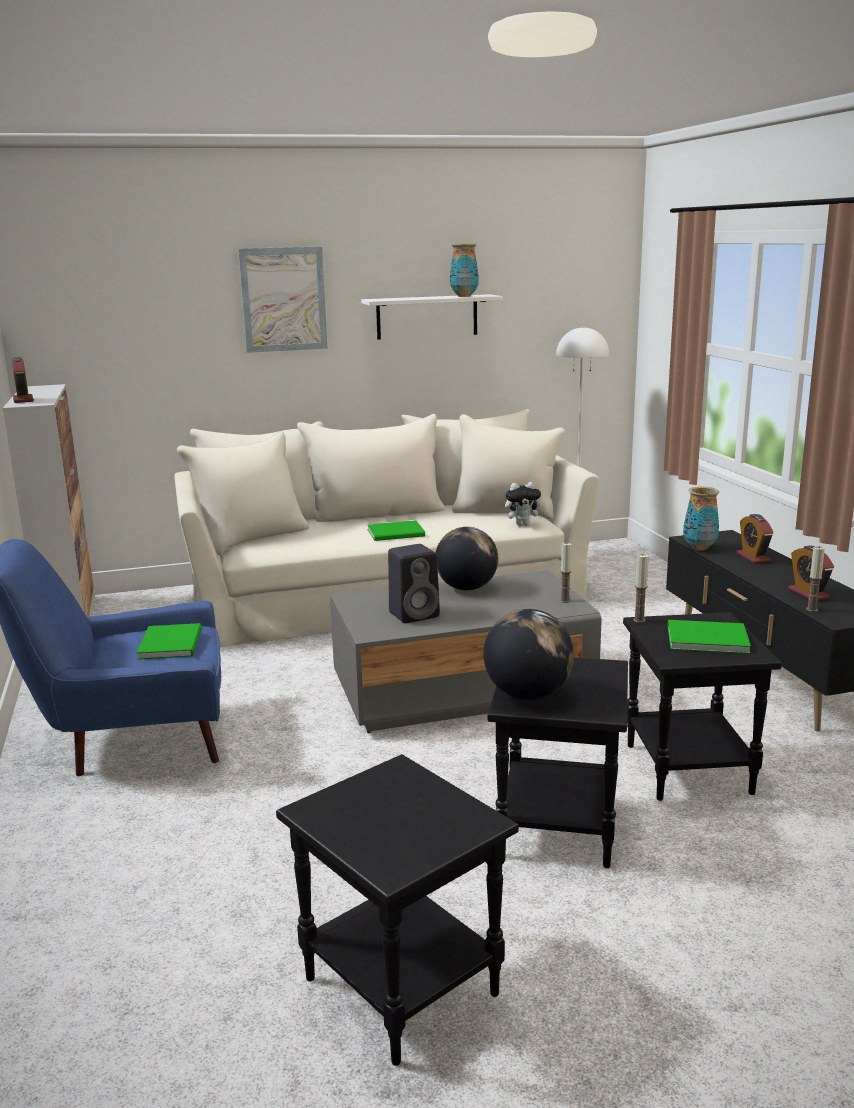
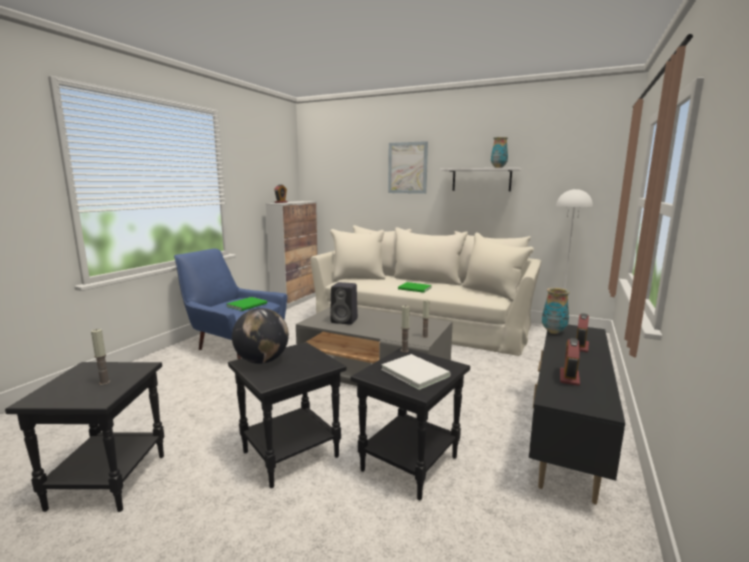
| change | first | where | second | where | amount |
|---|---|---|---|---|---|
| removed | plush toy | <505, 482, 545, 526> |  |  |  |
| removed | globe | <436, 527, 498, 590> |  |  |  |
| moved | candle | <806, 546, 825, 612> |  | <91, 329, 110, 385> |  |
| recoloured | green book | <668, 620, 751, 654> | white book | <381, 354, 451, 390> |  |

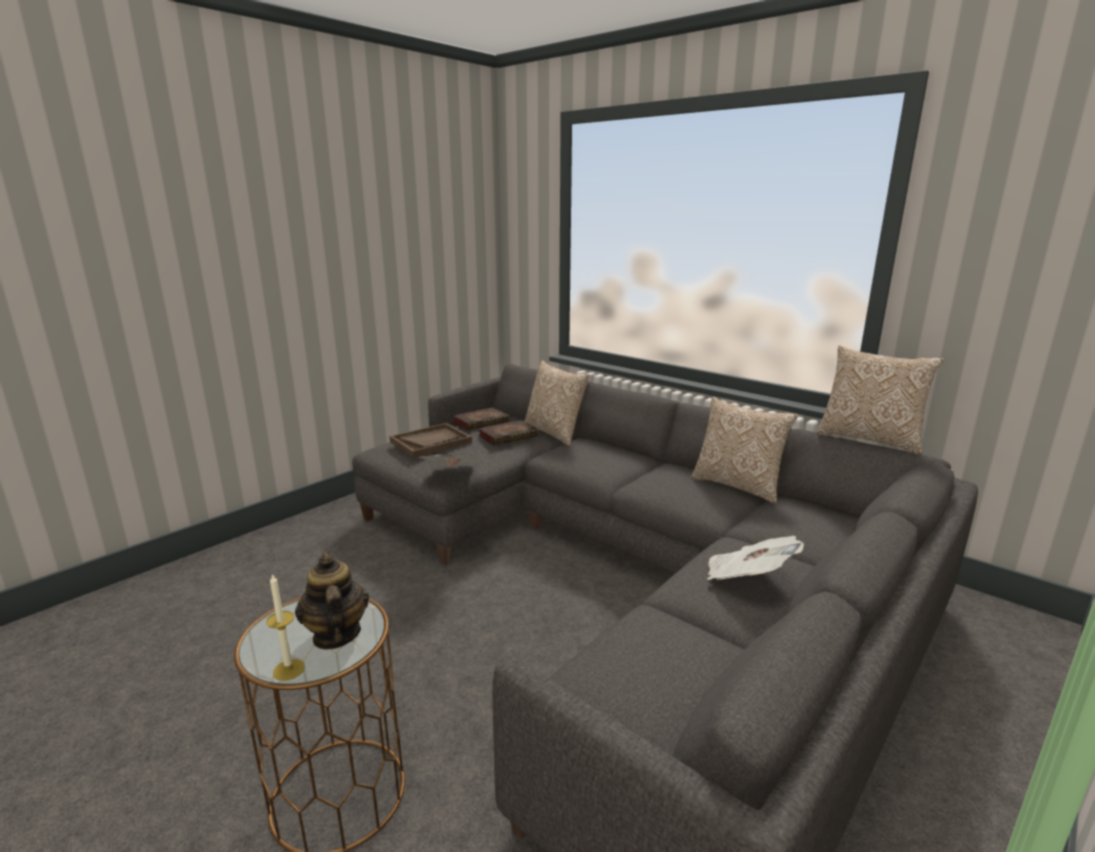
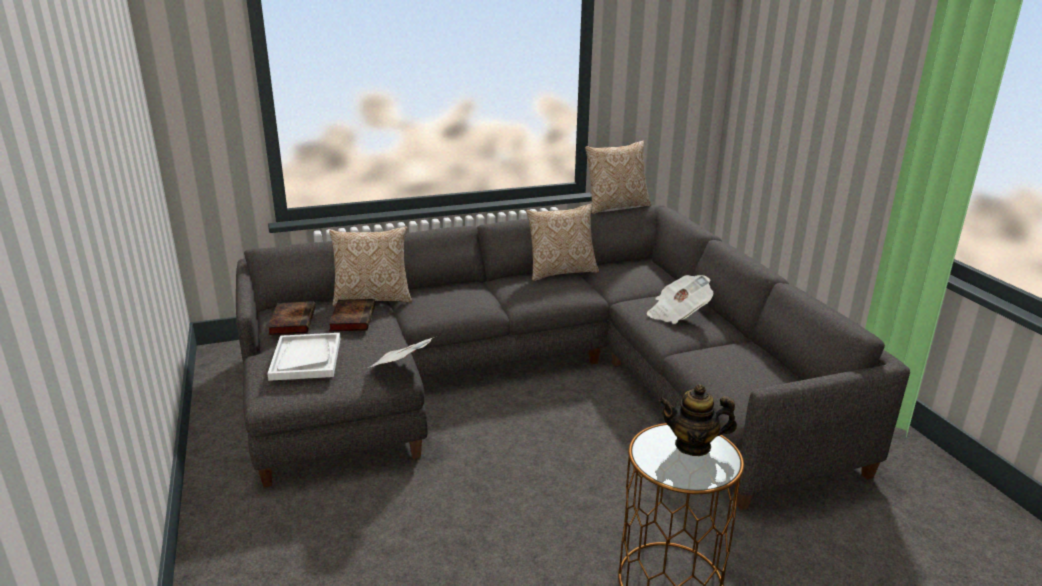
| change | first | where | second | where | amount |
|---|---|---|---|---|---|
| recoloured | brown tray | <390, 423, 472, 458> | white tray | <267, 333, 340, 381> |  |
| removed | candle | <266, 573, 305, 681> |  |  |  |

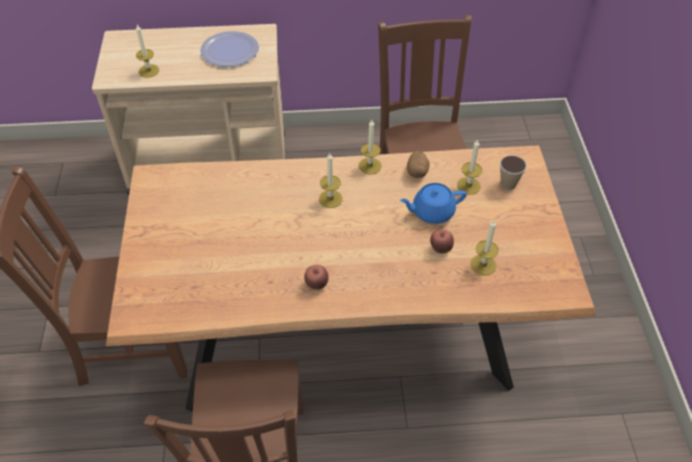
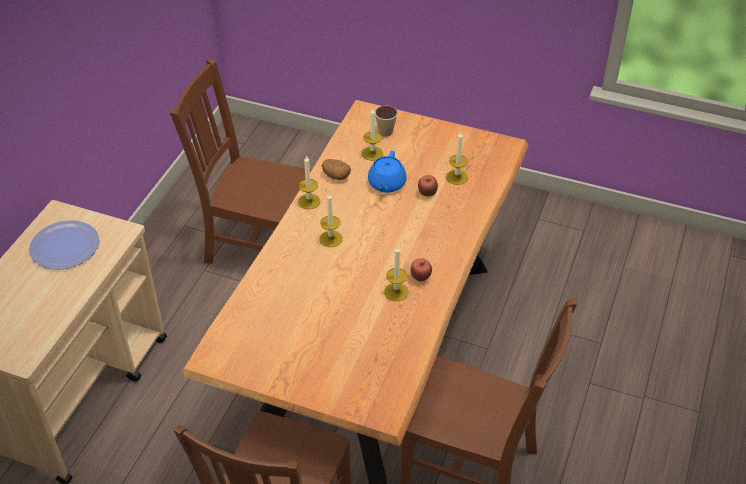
| change | first | where | second | where | amount |
|---|---|---|---|---|---|
| moved | candle | <136, 25, 159, 78> |  | <384, 246, 409, 301> |  |

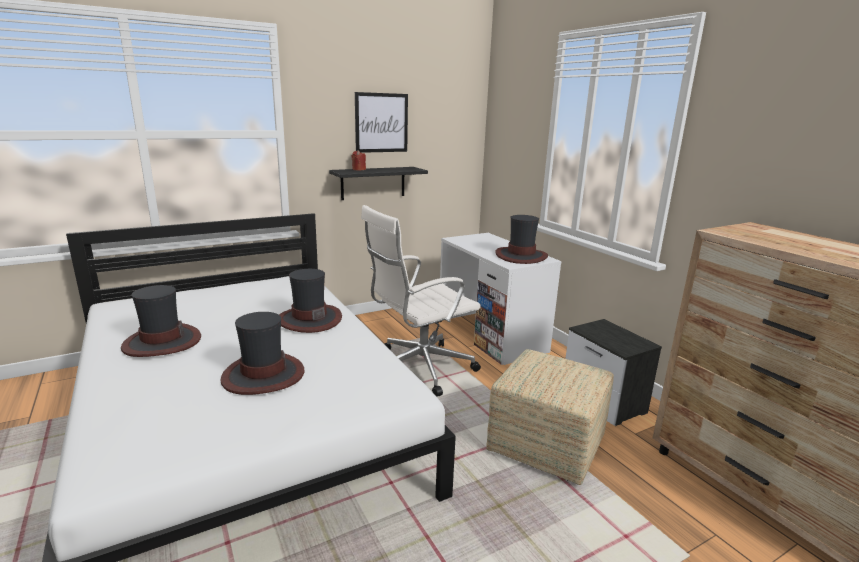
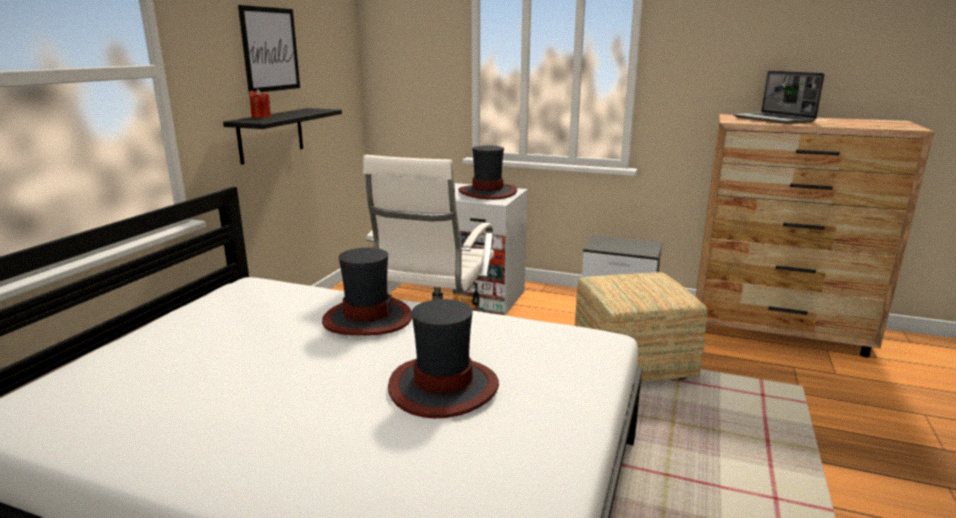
| change | first | where | second | where | amount |
|---|---|---|---|---|---|
| removed | hat | <121, 285, 201, 357> |  |  |  |
| added |  |  | laptop | <733, 71, 825, 124> |  |

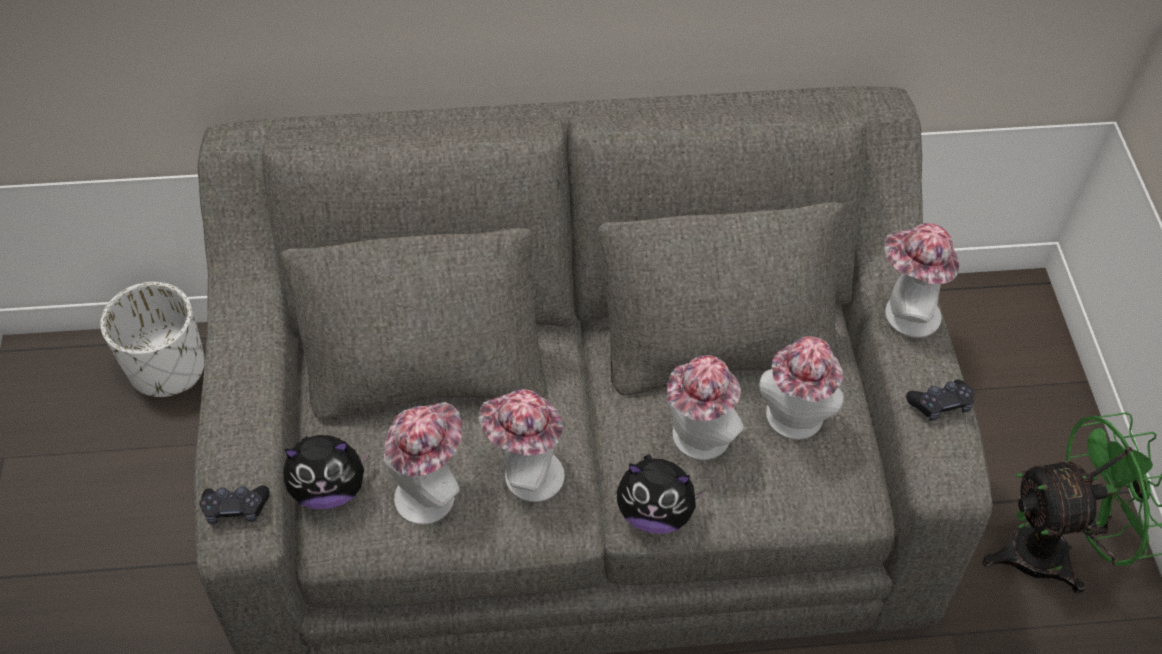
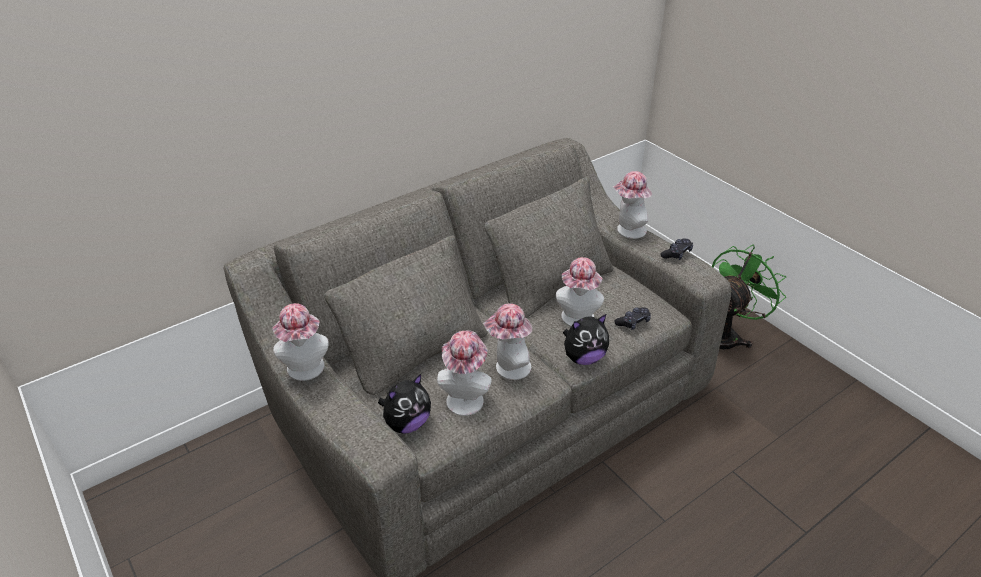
| change | first | where | second | where | amount |
|---|---|---|---|---|---|
| removed | white planter | <100, 282, 205, 397> |  |  |  |
| moved | hat | <759, 336, 844, 440> |  | <273, 303, 329, 381> |  |
| moved | black game controller | <199, 485, 270, 524> |  | <614, 307, 651, 330> |  |

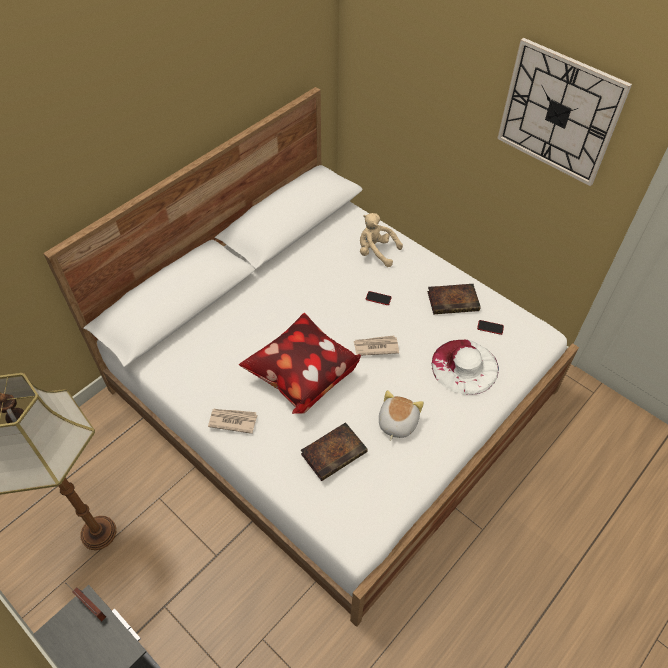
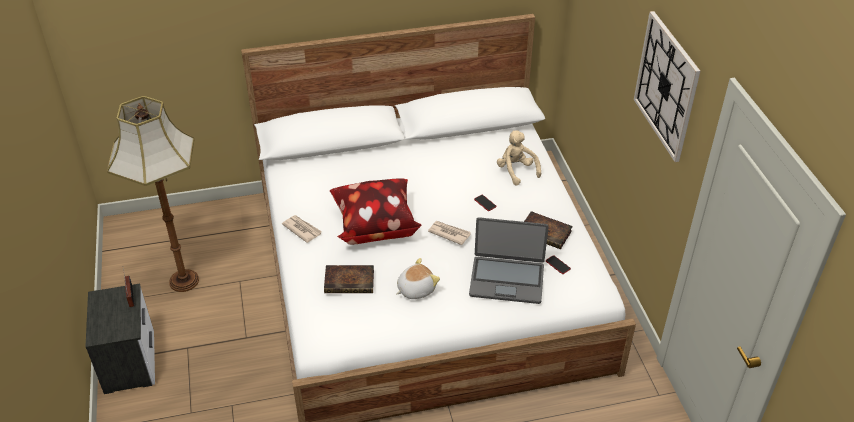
| change | first | where | second | where | amount |
|---|---|---|---|---|---|
| replaced | white hat | <432, 340, 499, 395> | laptop | <469, 217, 549, 304> |  |

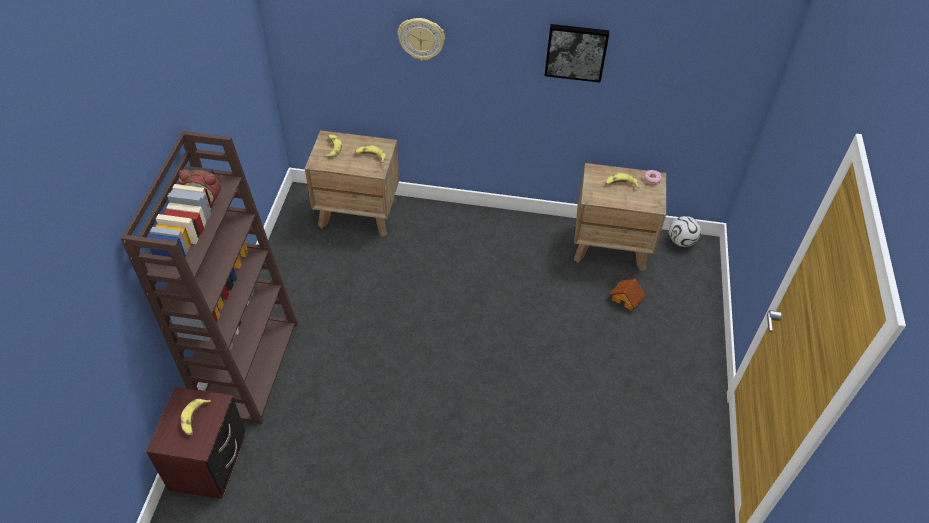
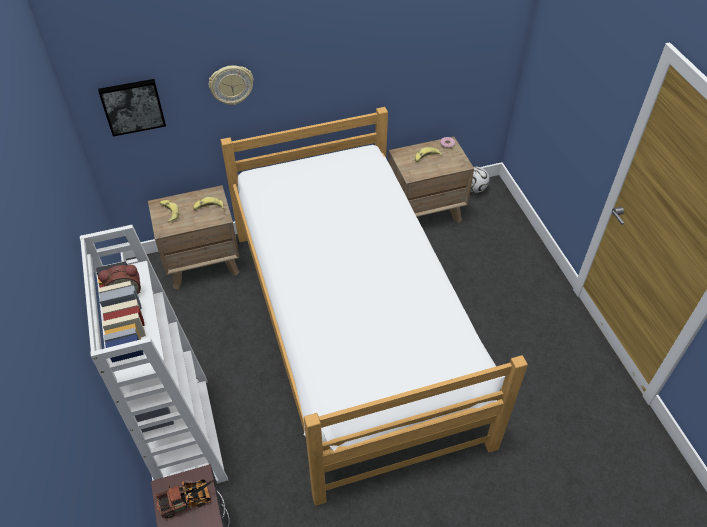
| change | first | where | second | where | amount |
|---|---|---|---|---|---|
| moved | picture | <544, 24, 609, 83> |  | <98, 79, 166, 136> |  |
| recoloured | brown bookcase | <121, 131, 298, 424> | white bookcase | <80, 225, 228, 483> |  |
| removed | toy house | <610, 279, 646, 311> |  |  |  |
| replaced | banana | <181, 399, 211, 436> | toy truck | <156, 479, 215, 518> |  |
| added |  |  | bed | <220, 107, 528, 506> |  |

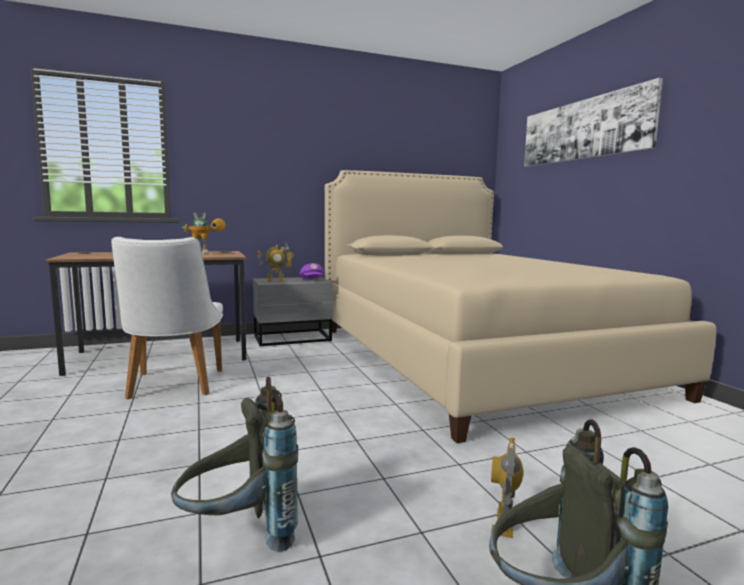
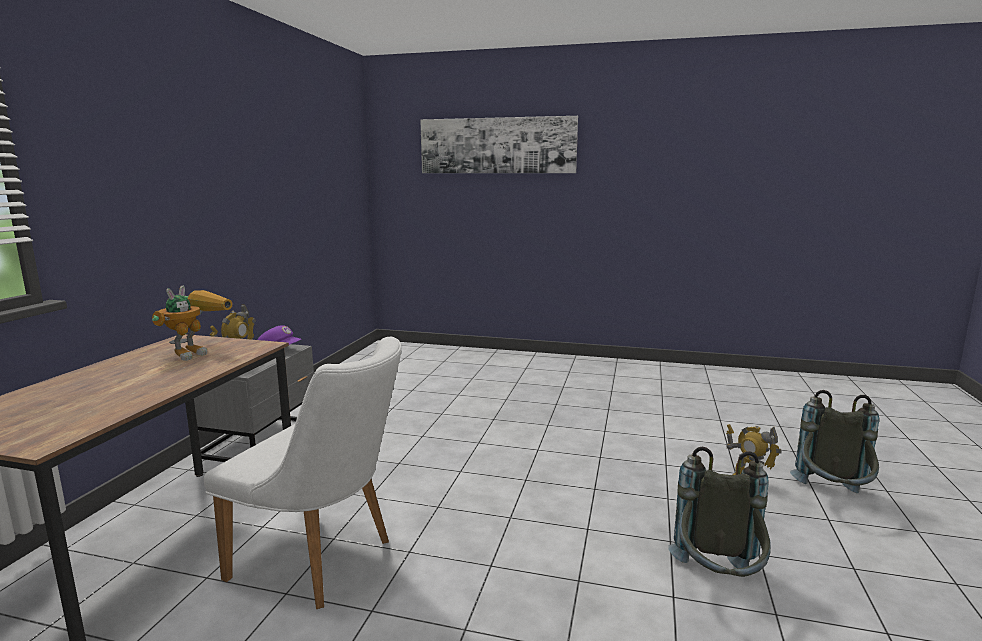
| change | first | where | second | where | amount |
|---|---|---|---|---|---|
| removed | beige bed | <325, 170, 716, 443> |  |  |  |

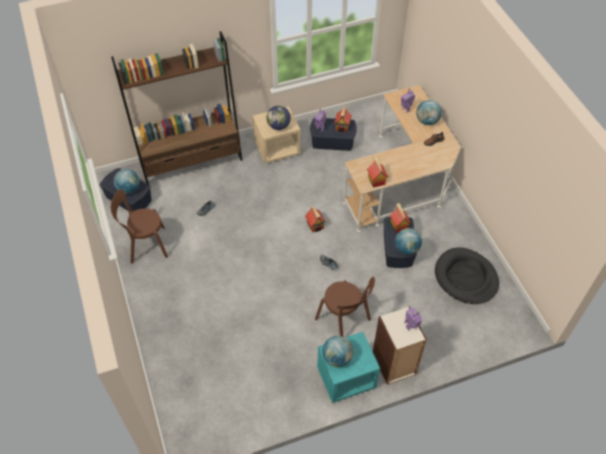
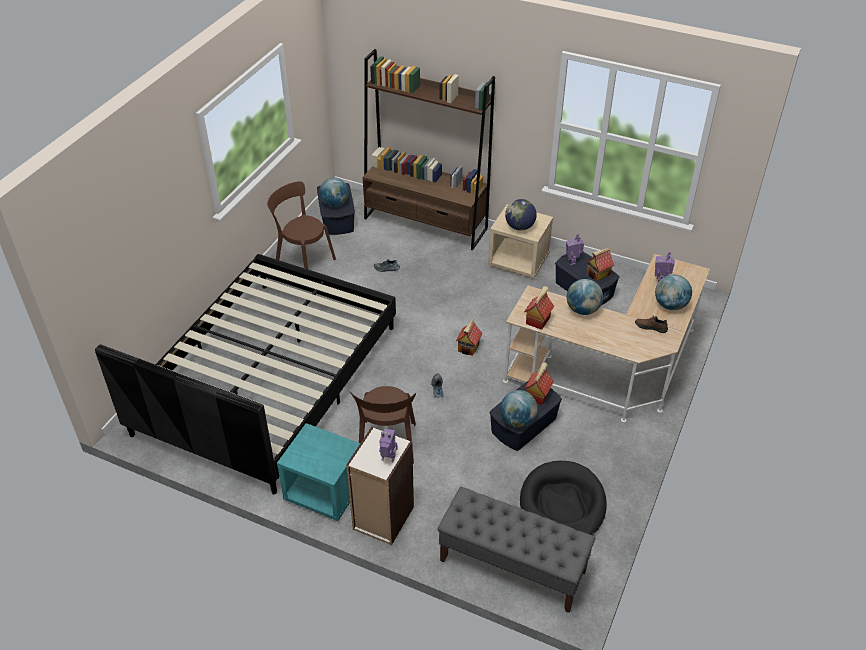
| change | first | where | second | where | amount |
|---|---|---|---|---|---|
| moved | globe | <323, 336, 353, 367> |  | <567, 279, 603, 315> |  |
| added |  |  | black bed | <95, 254, 396, 495> |  |
| added |  |  | grey bench | <438, 487, 595, 613> |  |

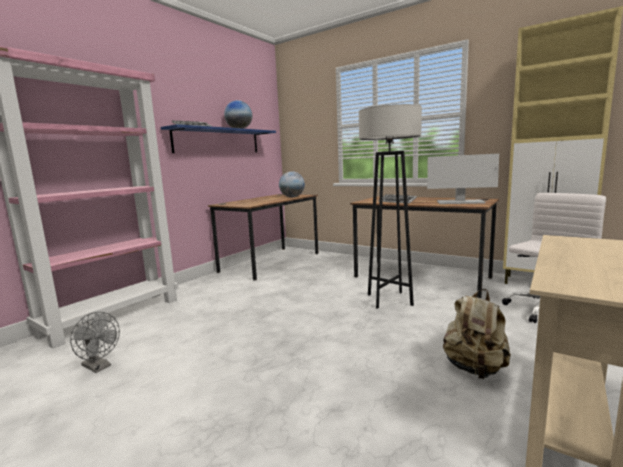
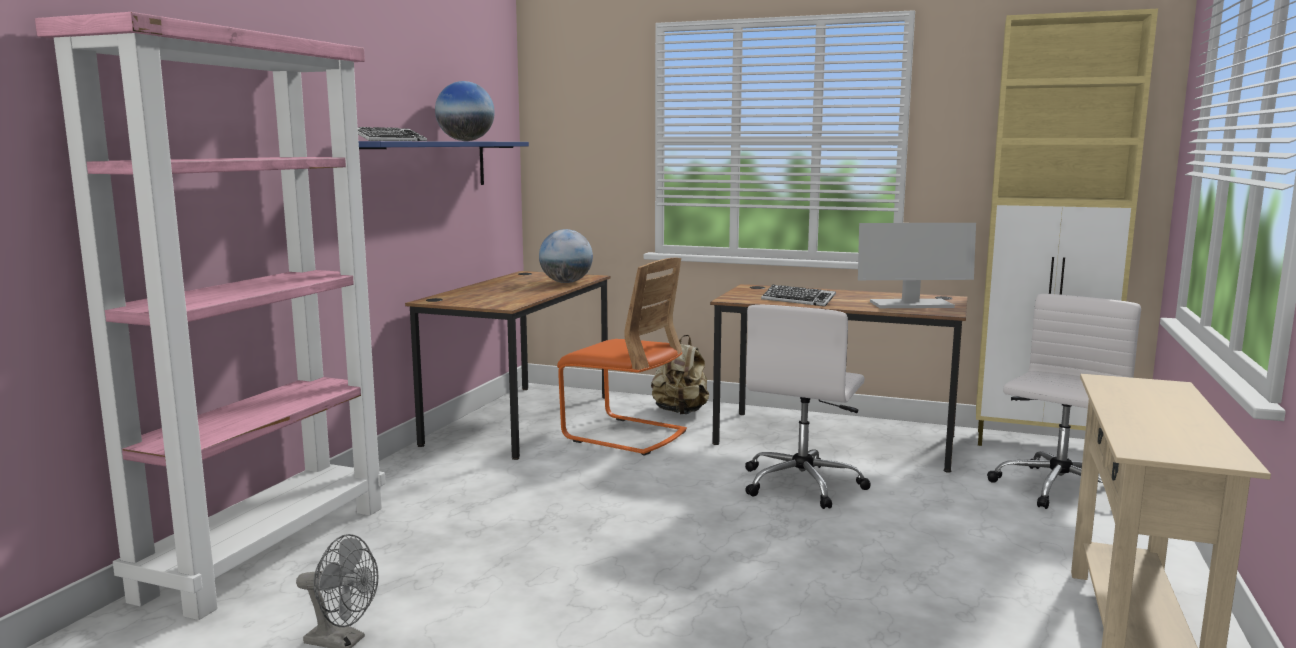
| change | first | where | second | where | amount |
|---|---|---|---|---|---|
| replaced | grey floor lamp | <359, 104, 422, 309> | white office chair | <745, 304, 871, 509> |  |
| moved | beige backpack | <443, 289, 511, 379> |  | <651, 335, 709, 414> |  |
| added |  |  | orange chair | <557, 258, 687, 456> |  |

